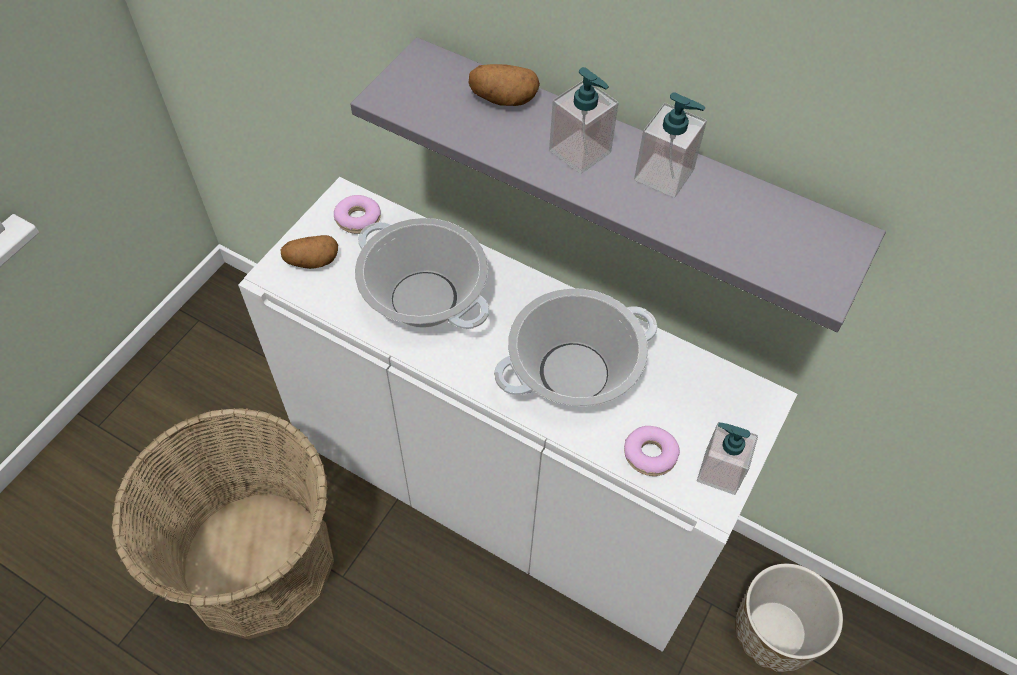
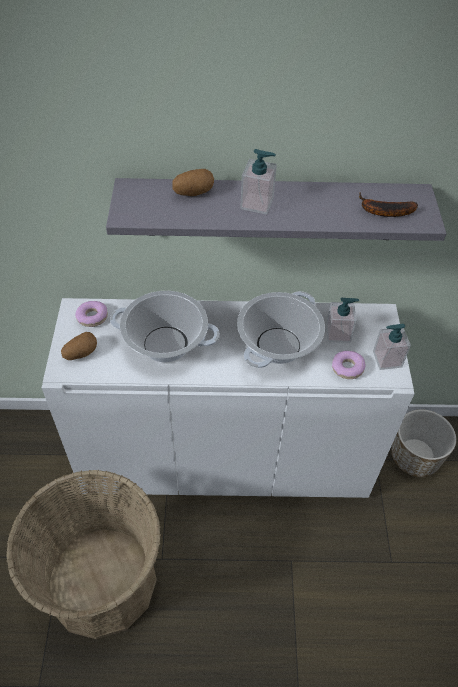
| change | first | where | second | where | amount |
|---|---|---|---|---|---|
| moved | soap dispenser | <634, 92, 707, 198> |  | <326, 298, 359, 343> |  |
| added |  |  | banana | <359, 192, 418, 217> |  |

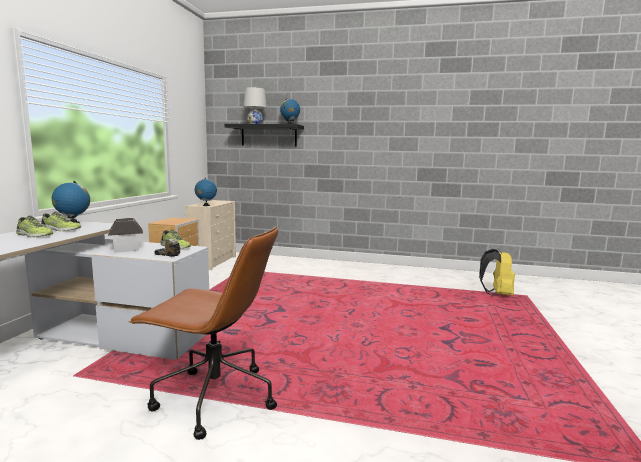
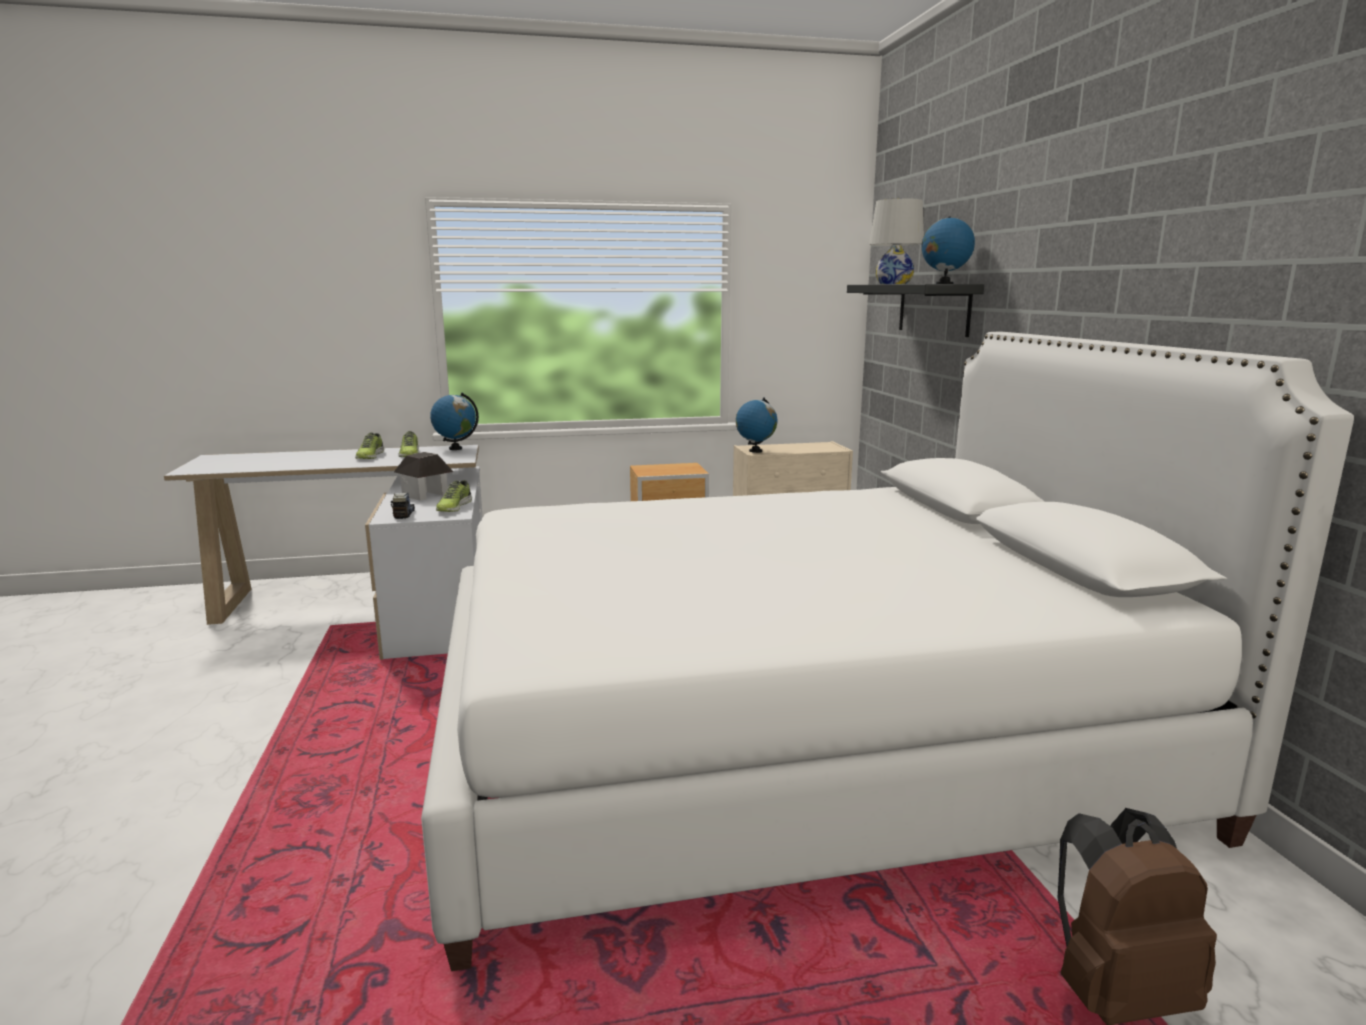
| change | first | where | second | where | amount |
|---|---|---|---|---|---|
| removed | brown office chair | <128, 226, 278, 440> |  |  |  |
| recoloured | yellow backpack | <479, 249, 515, 295> | brown backpack | <1058, 808, 1217, 1025> |  |
| added |  |  | white bed | <421, 332, 1354, 971> |  |

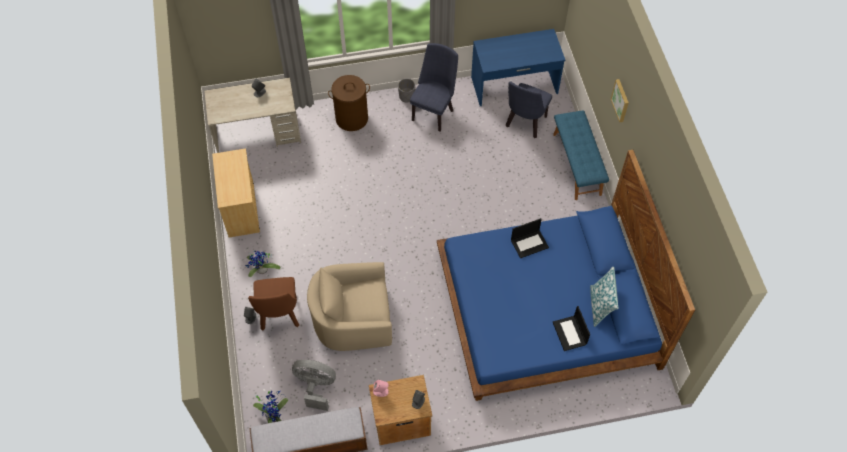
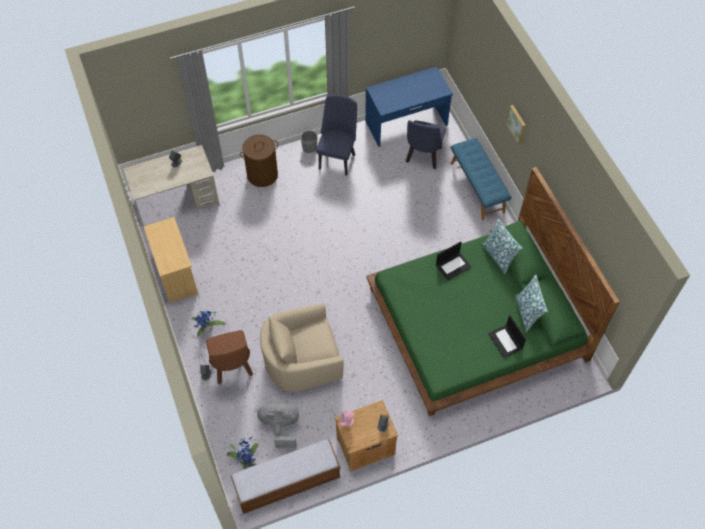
| change | first | where | second | where | amount |
|---|---|---|---|---|---|
| recoloured | blue bed | <437, 150, 695, 401> | green bed | <366, 167, 620, 417> |  |
| added |  |  | pillow | <482, 218, 523, 274> |  |

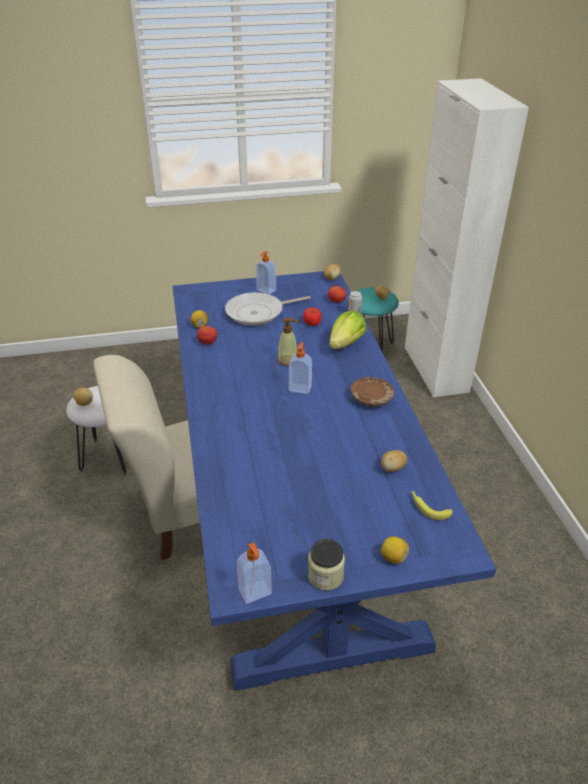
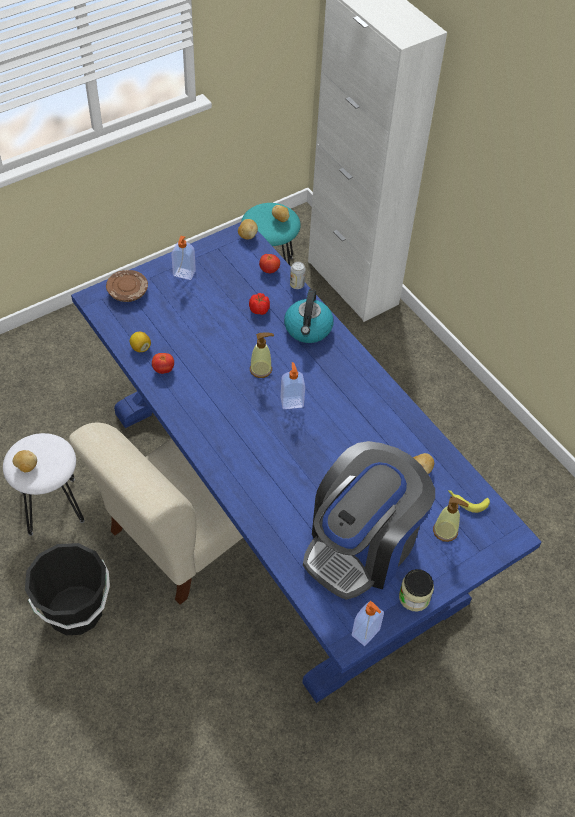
| change | first | where | second | where | amount |
|---|---|---|---|---|---|
| removed | frying pan | <225, 292, 311, 325> |  |  |  |
| replaced | lettuce | <329, 311, 367, 349> | kettle | <284, 289, 334, 343> |  |
| moved | brown plate | <351, 377, 394, 407> |  | <106, 270, 148, 302> |  |
| removed | lemon | <381, 536, 409, 564> |  |  |  |
| added |  |  | coffee machine | <303, 441, 435, 600> |  |
| added |  |  | soap dispenser | <433, 496, 469, 542> |  |
| added |  |  | black bucket | <25, 543, 110, 635> |  |

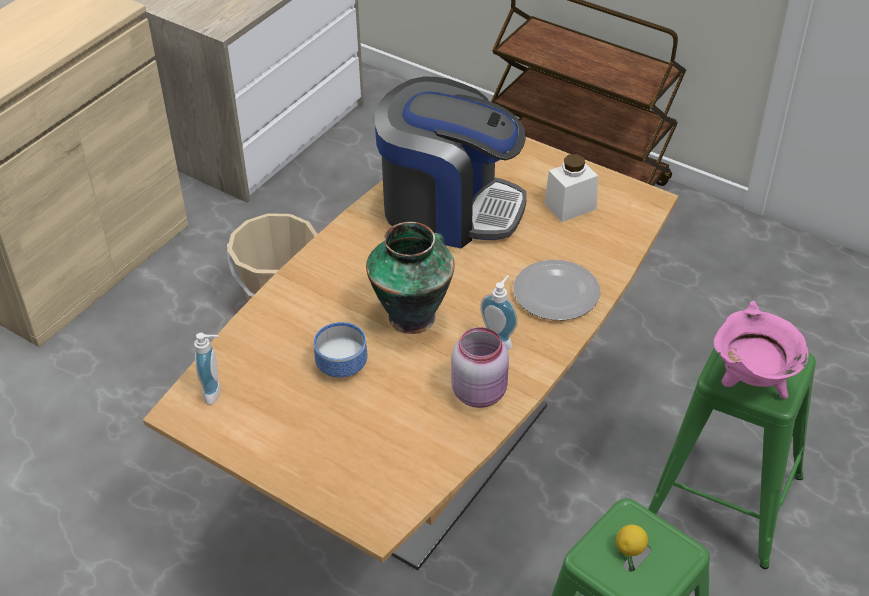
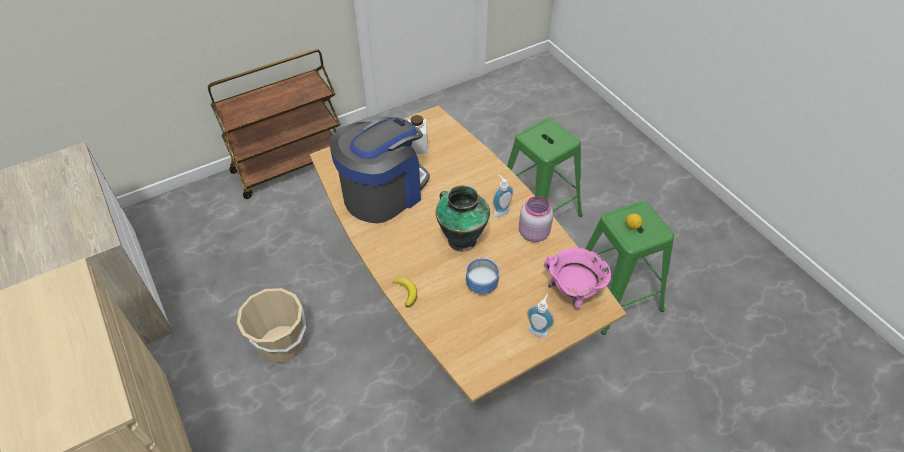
| change | first | where | second | where | amount |
|---|---|---|---|---|---|
| removed | plate | <513, 260, 600, 320> |  |  |  |
| moved | pink cooking pot | <714, 301, 808, 399> |  | <544, 248, 611, 308> |  |
| moved | soap dispenser | <194, 333, 221, 405> |  | <527, 294, 554, 338> |  |
| added |  |  | banana | <392, 277, 417, 307> |  |

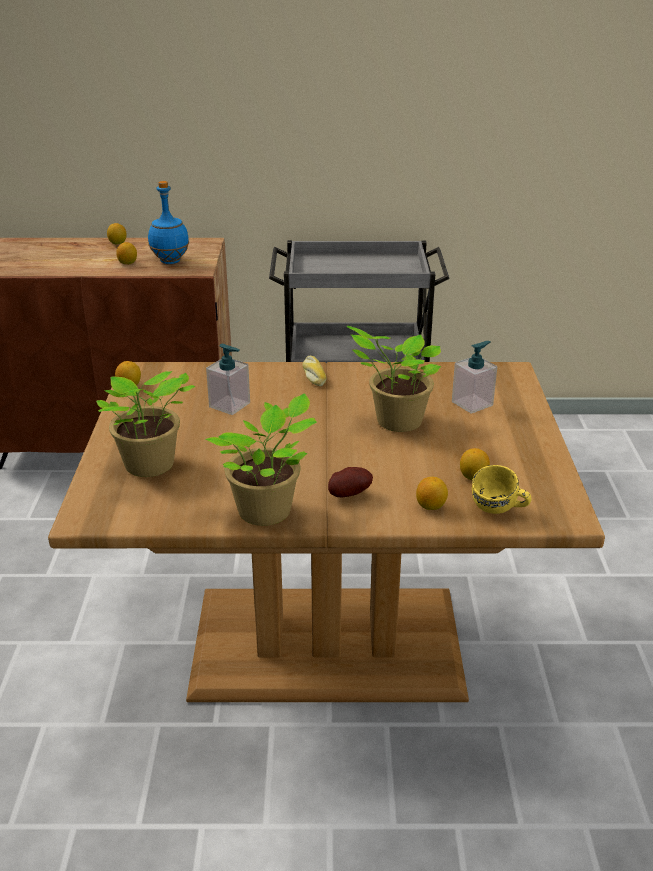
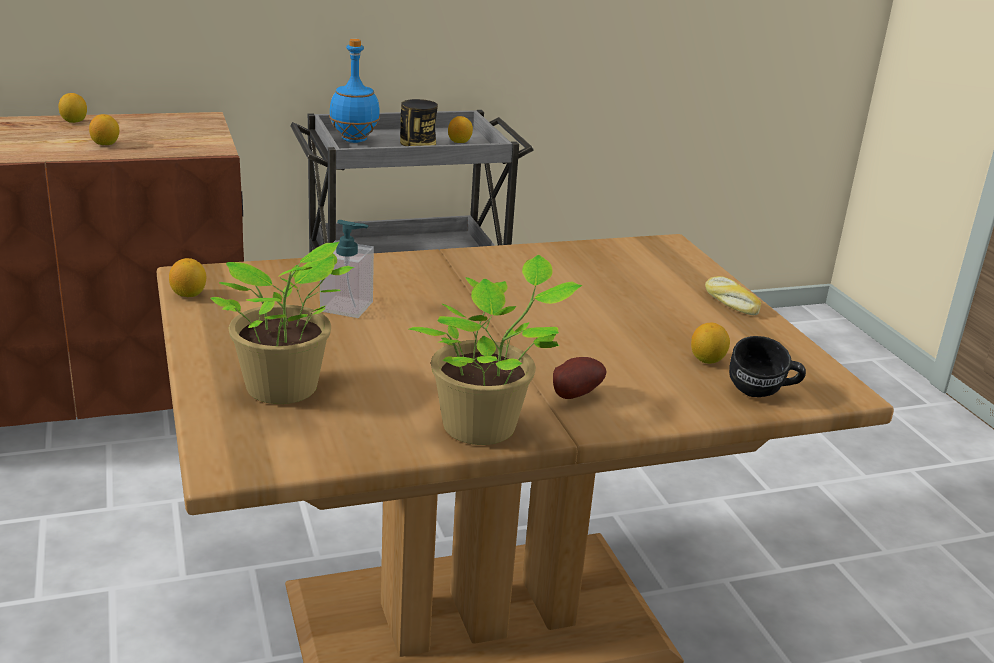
| change | first | where | second | where | amount |
|---|---|---|---|---|---|
| moved | blue bottle | <148, 181, 189, 264> |  | <329, 39, 380, 143> |  |
| removed | potted plant | <347, 326, 441, 432> |  |  |  |
| removed | soap dispenser | <452, 341, 497, 414> |  |  |  |
| moved | bread | <302, 356, 327, 386> |  | <705, 276, 761, 315> |  |
| recoloured | yellow mug | <472, 465, 532, 514> | black mug | <729, 336, 806, 397> |  |
| moved | lemon | <416, 477, 448, 510> |  | <448, 116, 473, 143> |  |
| added |  |  | can | <400, 99, 438, 146> |  |

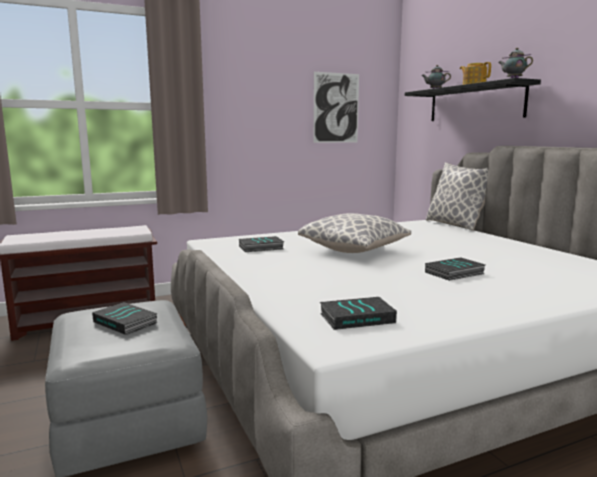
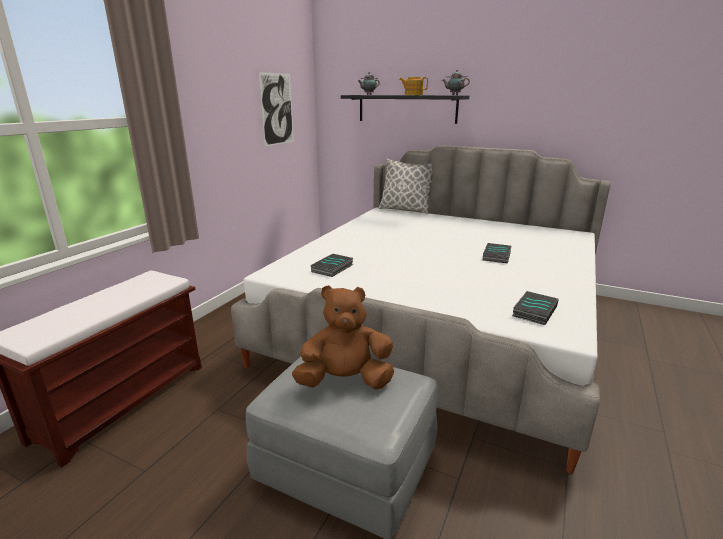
| change | first | where | second | where | amount |
|---|---|---|---|---|---|
| removed | pillow | <298, 213, 411, 253> |  |  |  |
| replaced | book | <92, 302, 158, 335> | brown plush toy | <292, 285, 394, 389> |  |

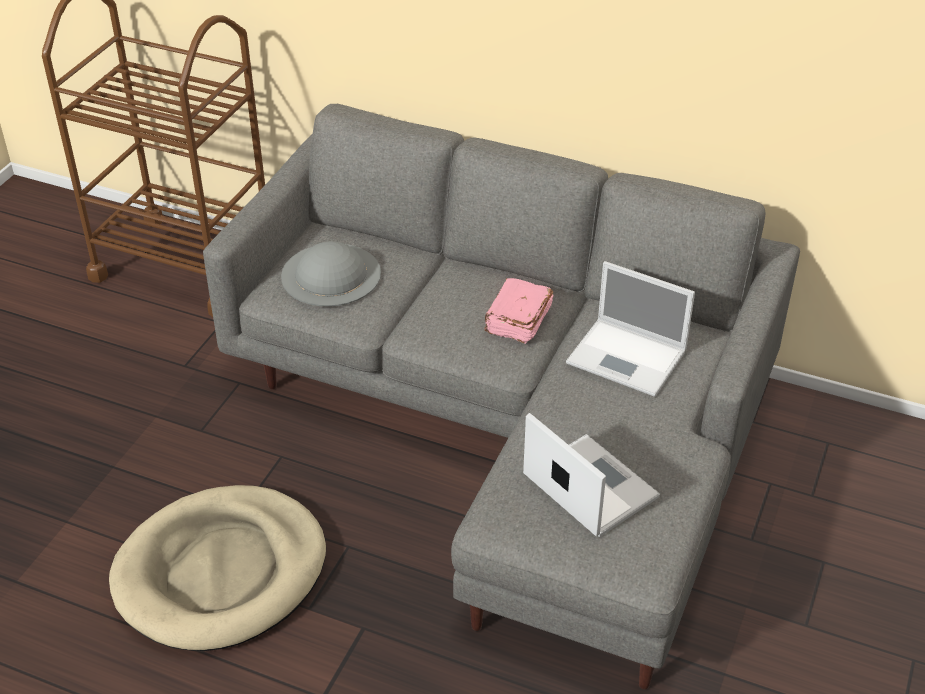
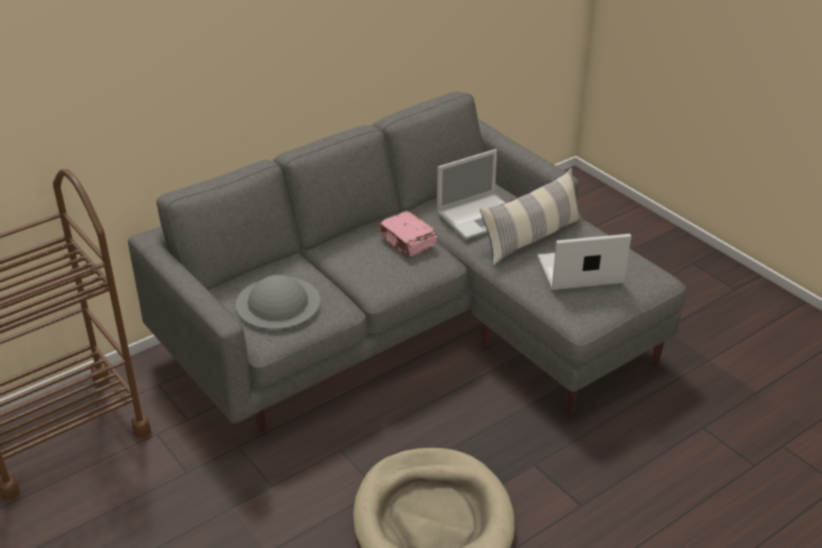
| change | first | where | second | where | amount |
|---|---|---|---|---|---|
| added |  |  | pillow | <480, 168, 582, 265> |  |

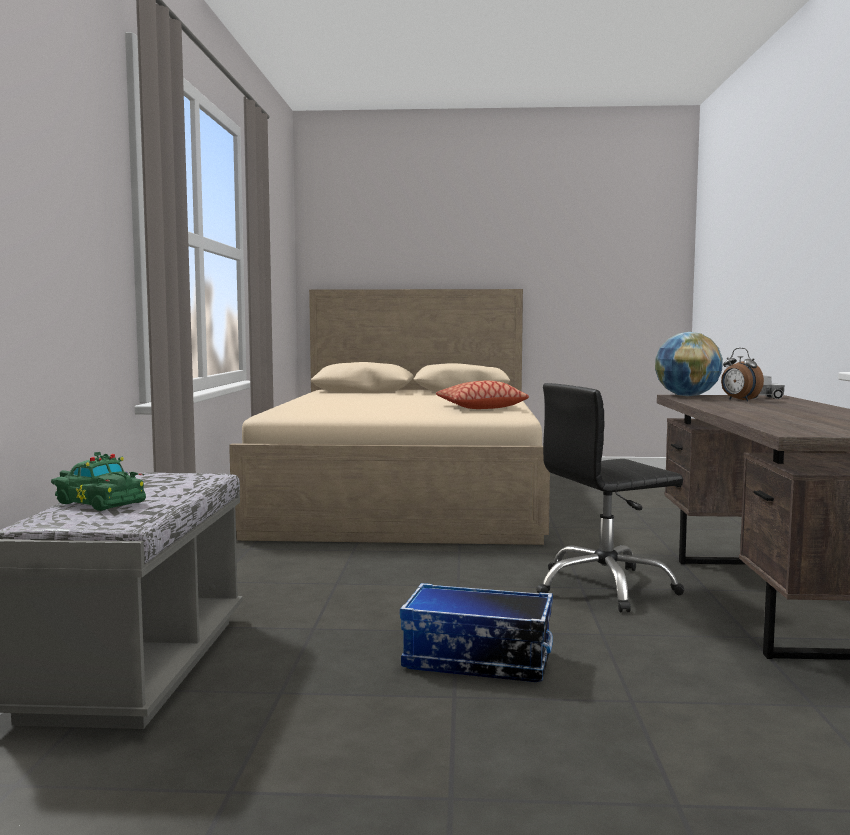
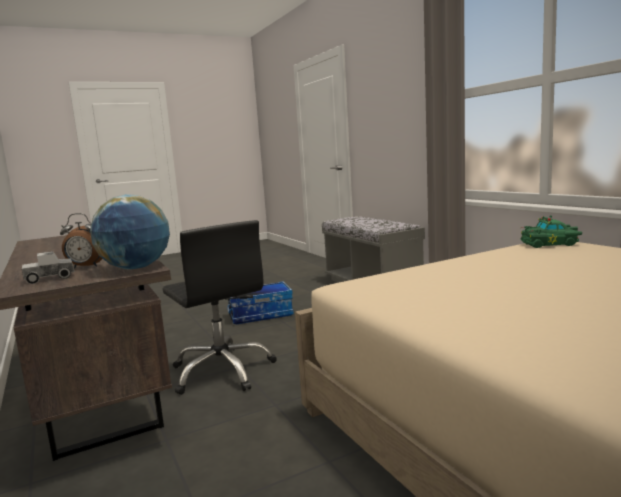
| change | first | where | second | where | amount |
|---|---|---|---|---|---|
| turned | alarm clock | <721, 348, 764, 401> |  | <60, 213, 102, 268> | 150 degrees clockwise |
| removed | pillow | <436, 381, 529, 409> |  |  |  |
| turned | black office chair | <536, 383, 684, 612> |  | <163, 220, 277, 395> | 105 degrees clockwise |
| moved | green toy car | <51, 452, 146, 511> |  | <520, 215, 582, 248> |  |

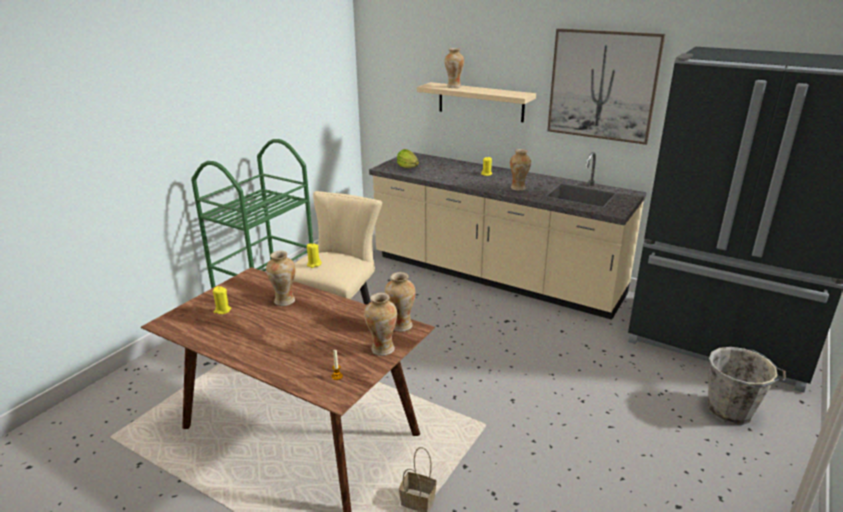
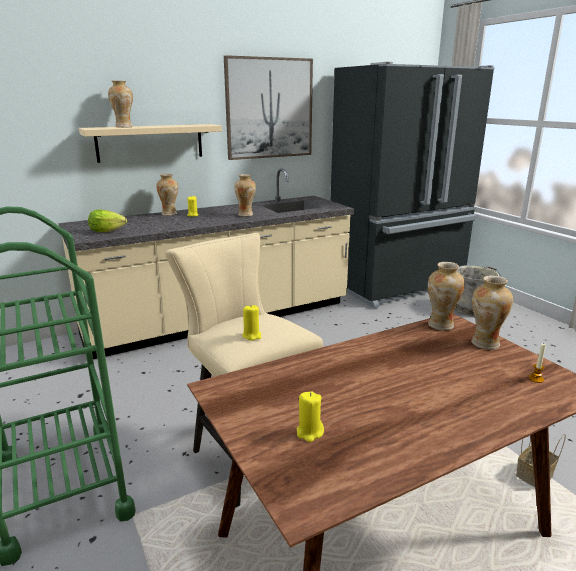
| change | first | where | second | where | amount |
|---|---|---|---|---|---|
| moved | vase | <266, 251, 296, 306> |  | <156, 174, 178, 216> |  |

